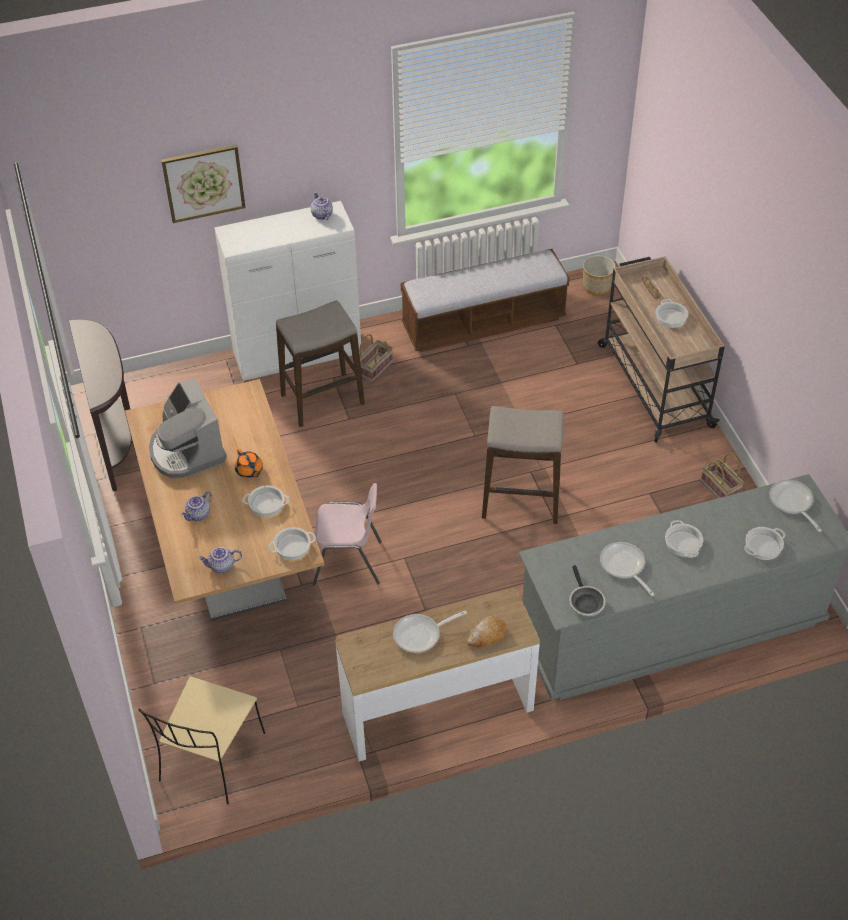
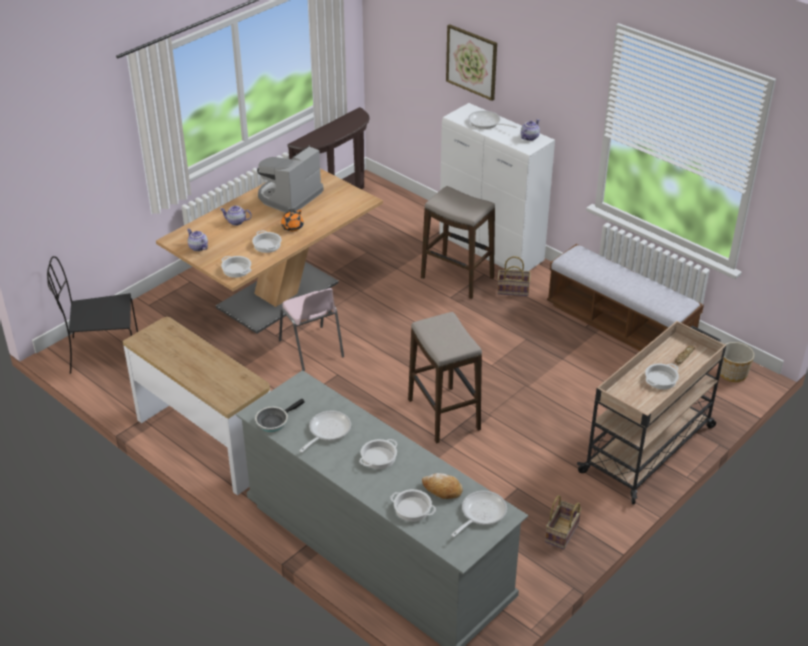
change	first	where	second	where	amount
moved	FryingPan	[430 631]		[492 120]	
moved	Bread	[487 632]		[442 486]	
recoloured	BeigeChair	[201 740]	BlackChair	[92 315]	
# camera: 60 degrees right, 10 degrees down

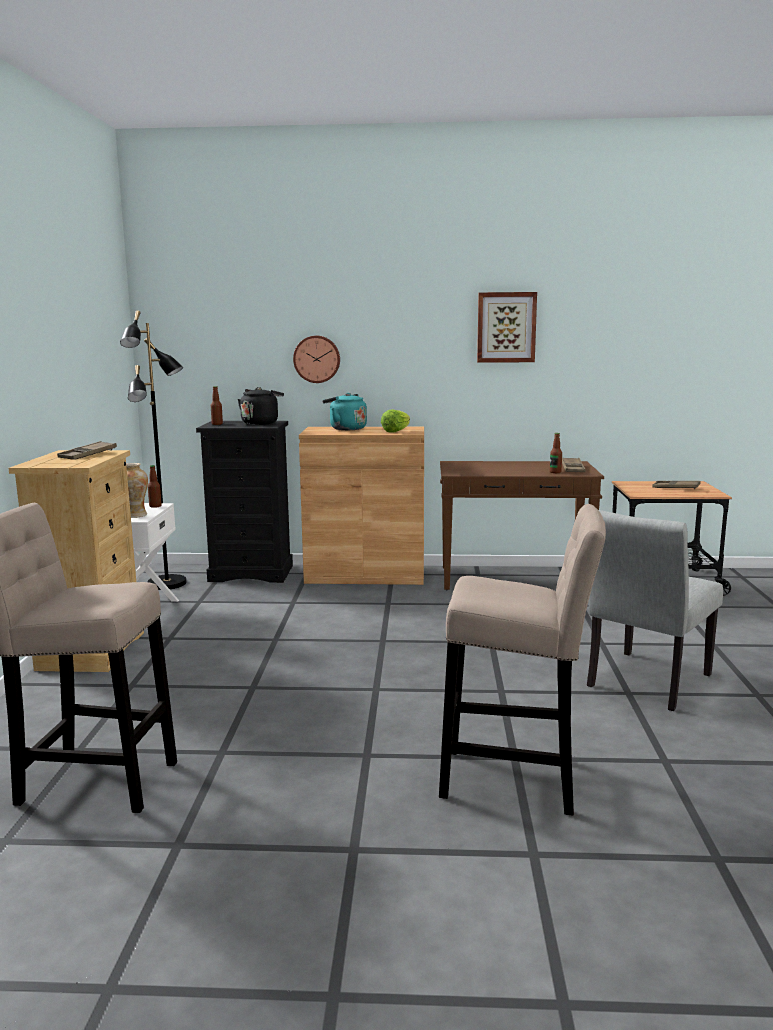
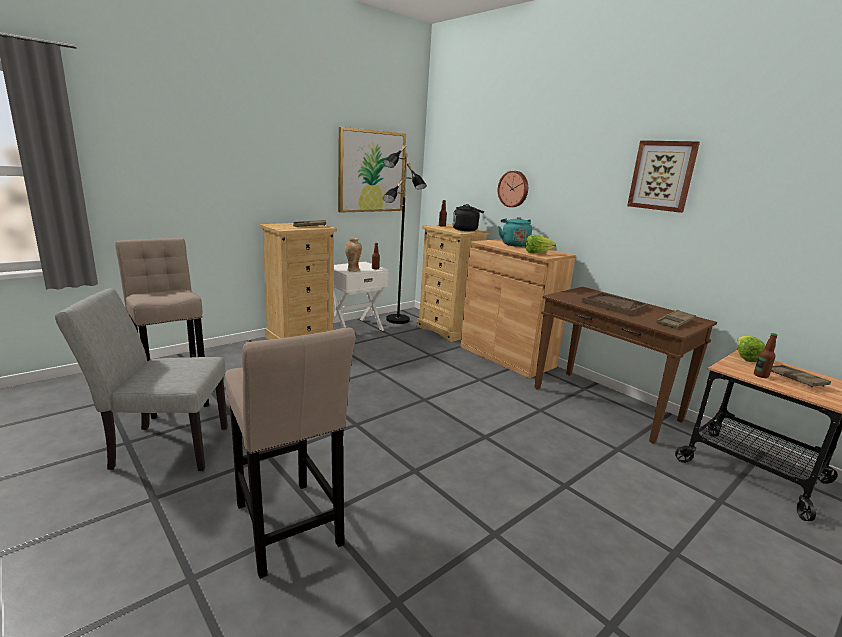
change	first	where	second	where	amount
added			Picture	[372 170]	
added			BrownTray	[615 304]	
added			Lettuce	[751 349]	
moved	Bottle	[556 453]		[766 355]	
moved	GreyChair	[655 610]		[141 379]	
recoloured	BlackDresser	[244 502]	BeigeDresser	[453 283]	
# camera: 45 degrees right, 5 degrees up

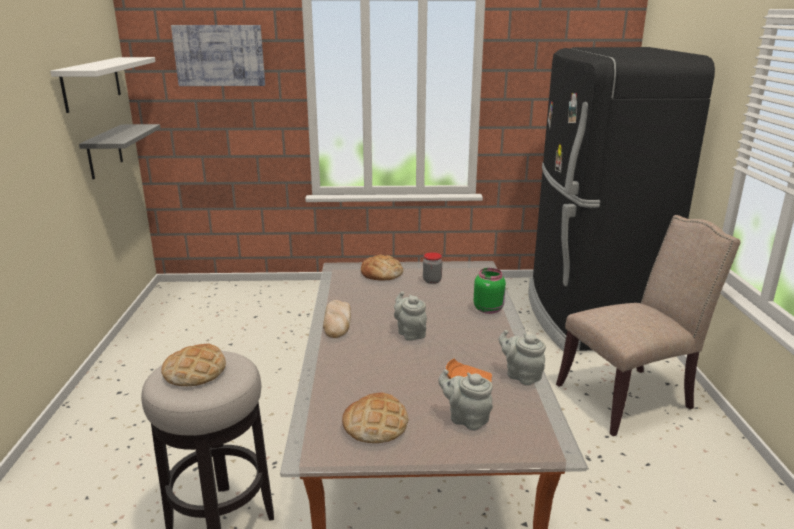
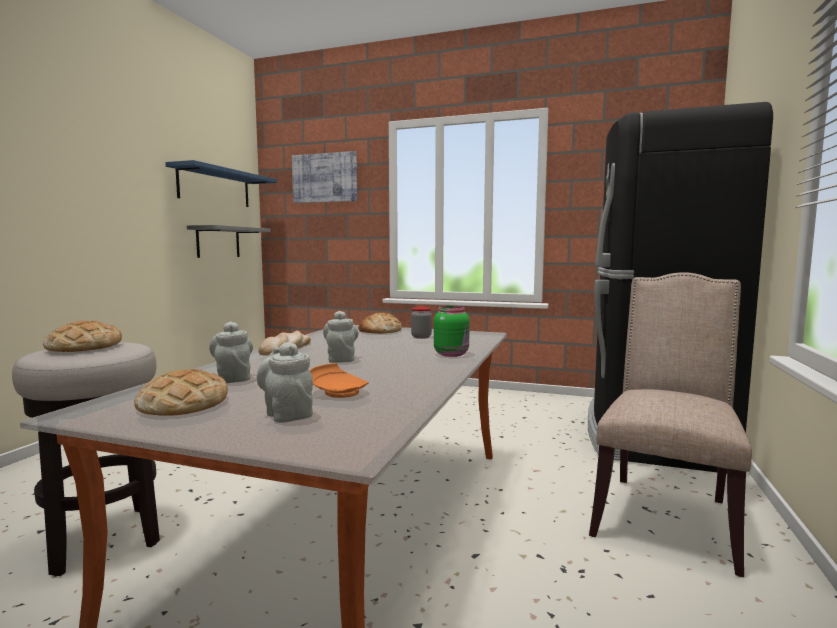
change	first	where	second	where	amount
moved	GreyTeapot	[522 357]		[231 352]	
recoloured	WhiteShelf	[103 85]	BlueShelf	[221 183]	
turned	BeigeChair	[648 325]		[670 424]	60 degrees counterclockwise
# camera: 20 degrees right, 15 degrees down

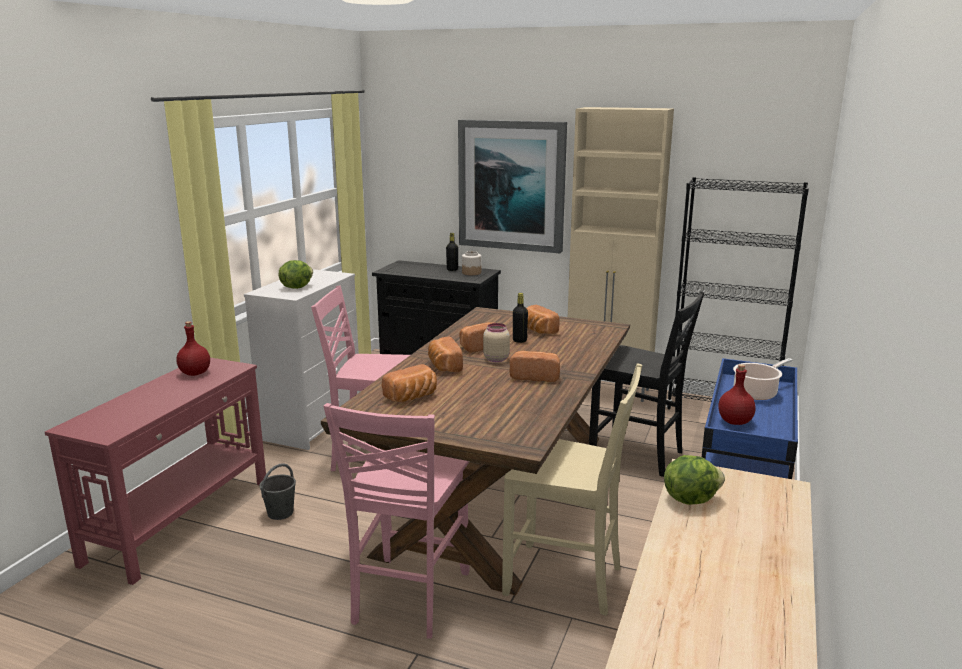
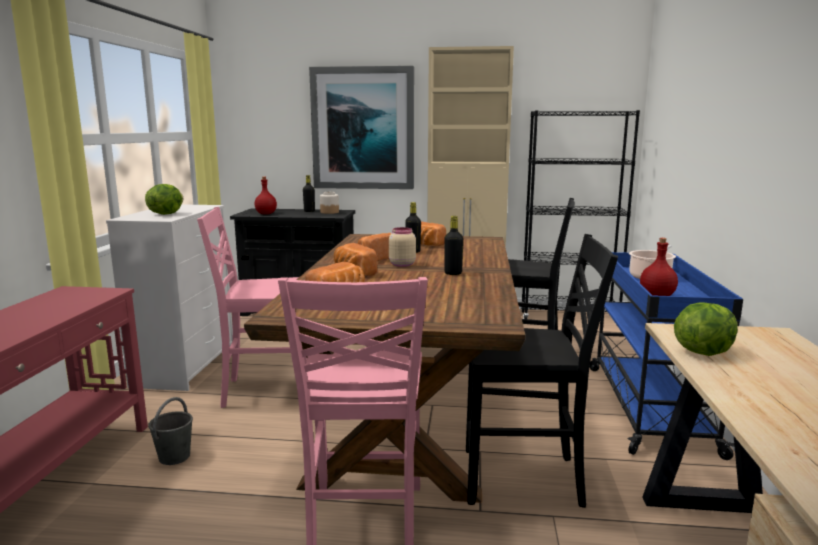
change	first	where	second	where	amount
moved	RedBottle	[193 348]		[265 195]	
replaced	Bread	[534 366]	BlackBottle	[453 245]	
recoloured	BeigeChair	[572 489]	BlackChair	[542 371]	
# camera: 15 degrees left, 5 degrees down

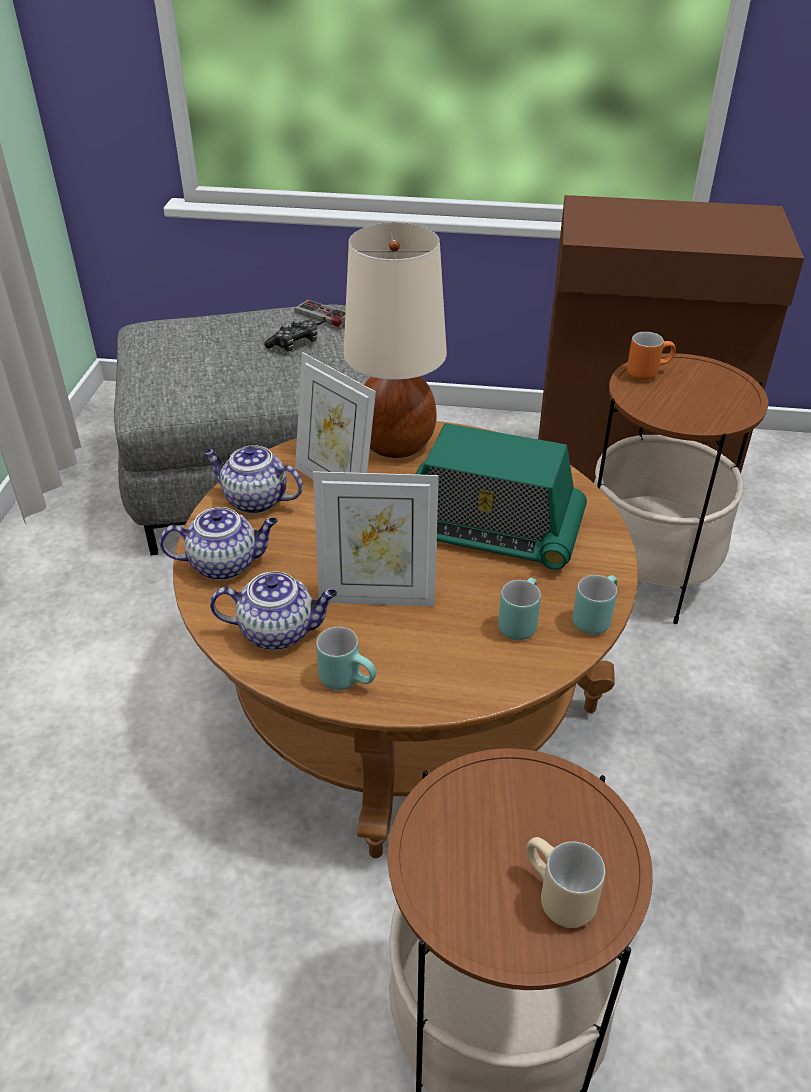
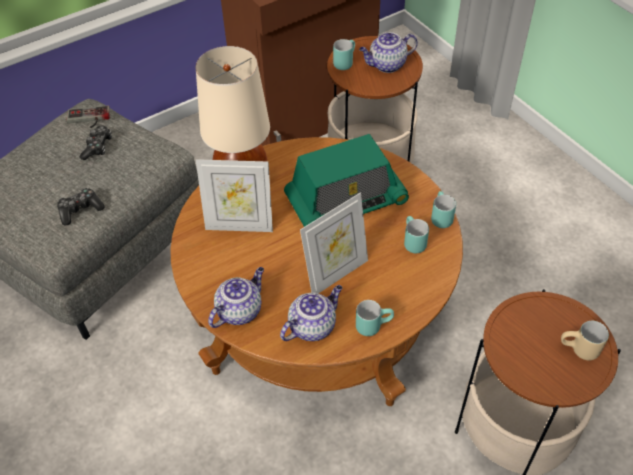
change	first	where	second	where	amount
added			GameController	[81 207]	
moved	Teapot	[253 479]		[388 52]	
recoloured	OrangeMug	[651 356]	TurquoiseMug	[344 54]	
# camera: 40 degrees left, 10 degrees up

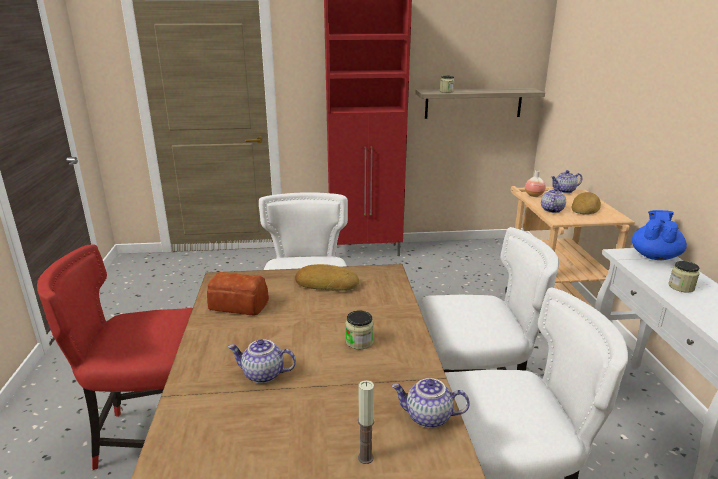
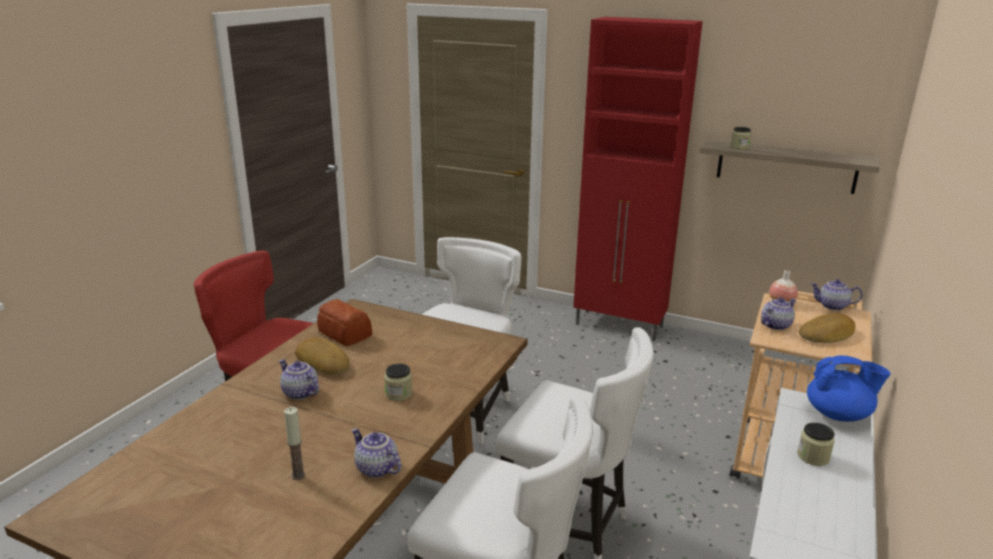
change	first	where	second	where	amount
moved	Bread	[327 277]		[322 356]	
turned	BlueTeapot	[659 235]		[849 389]	45 degrees clockwise
# camera: 30 degrees right, 0 degrees up

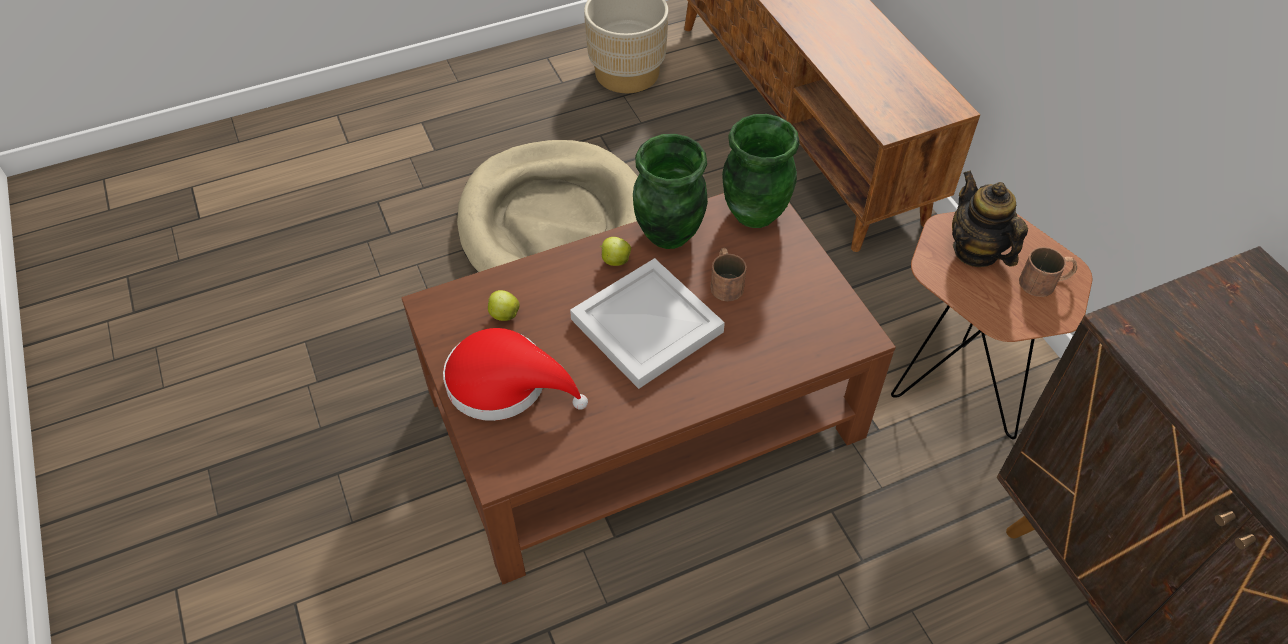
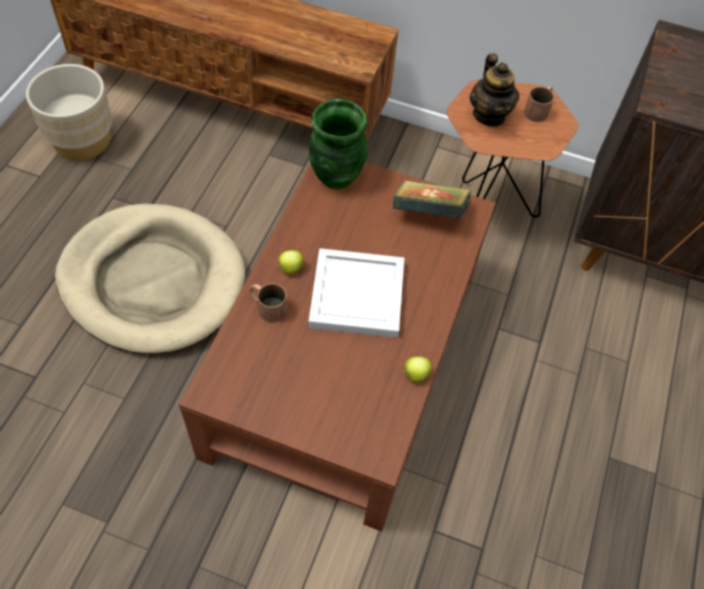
change	first	where	second	where	amount
removed	RedHat	[515 374]			
removed	GreenVase	[670 191]			
added			Book	[432 199]	
moved	Apple	[504 305]		[417 369]	
moved	BrownMug	[728 274]		[268 303]	
turned	Teapot	[990 218]		[494 90]	120 degrees counterclockwise
# camera: 50 degrees left, 5 degrees up

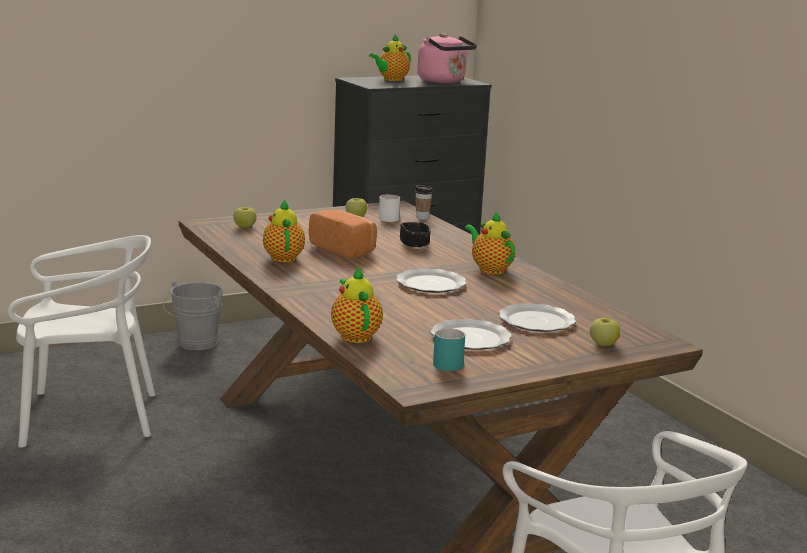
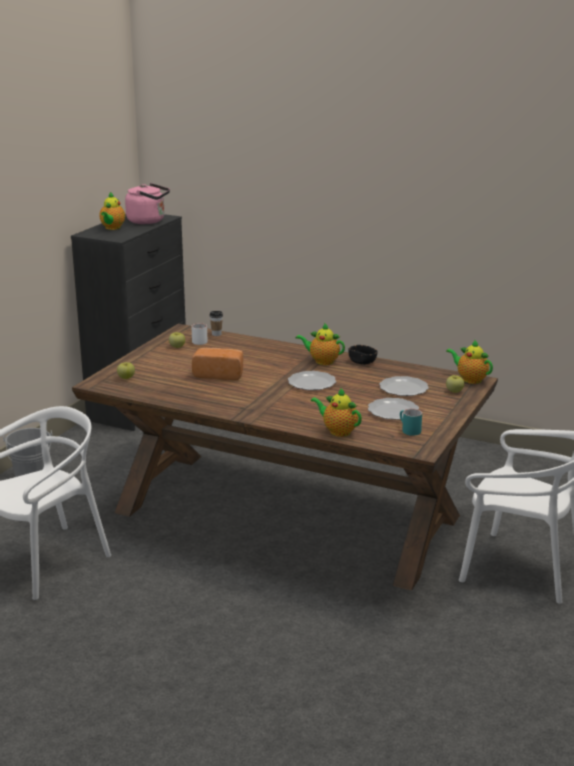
change	first	where	second	where	amount
moved	Teapot	[284 230]		[469 362]	
moved	BlackBowl	[415 234]		[363 355]	
# camera: 35 degrees left, 5 degrees up

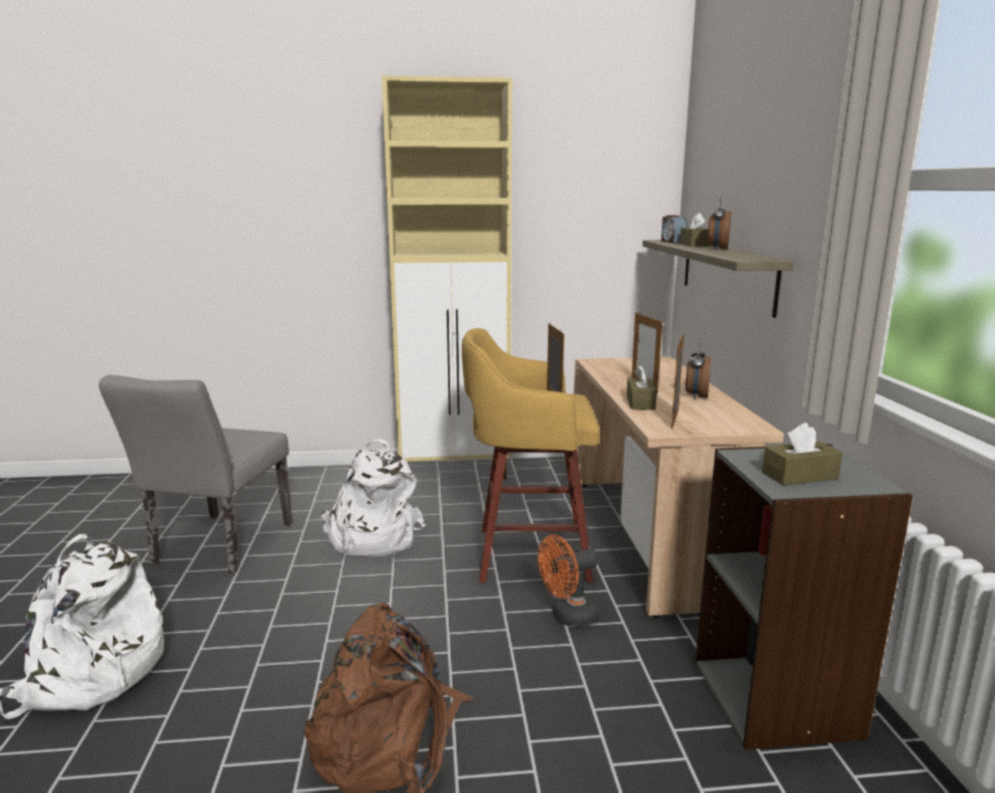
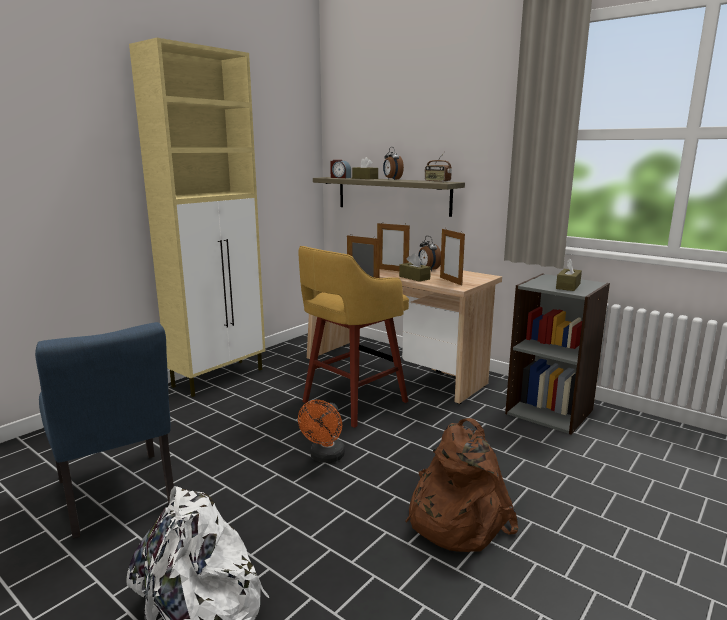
change	first	where	second	where	amount
removed	WhiteBackpack	[373 498]			
added			Radio	[438 167]	
moved	OrangeFan	[569 581]		[321 431]	
recoloured	GreyChair	[195 474]	BlueChair	[105 430]	
# camera: 45 degrees left, 0 degrees up

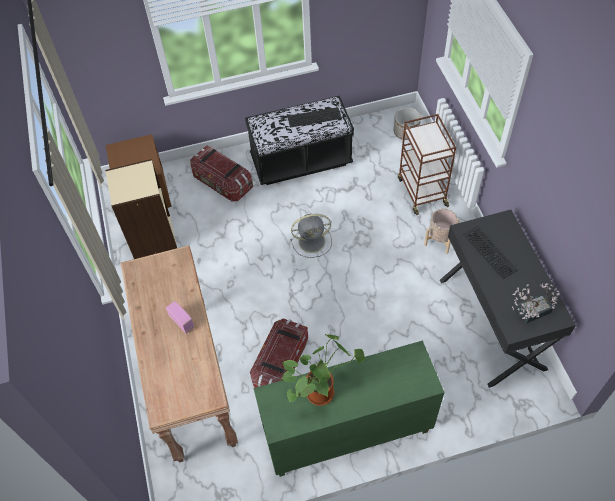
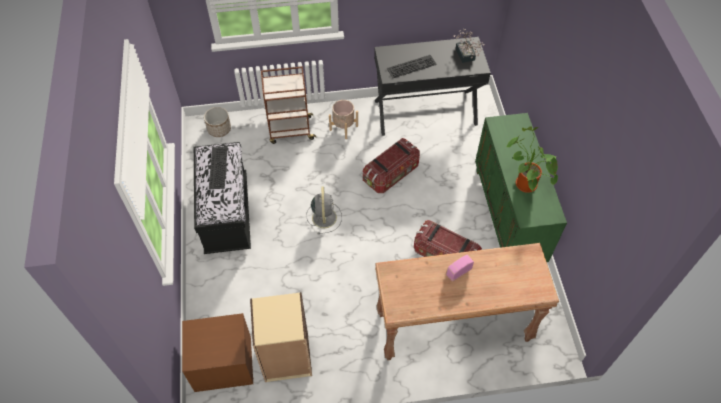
change	first	where	second	where	amount
moved	StorageBox	[221 173]		[391 165]	
# camera: 85 degrees left, 0 degrees up

